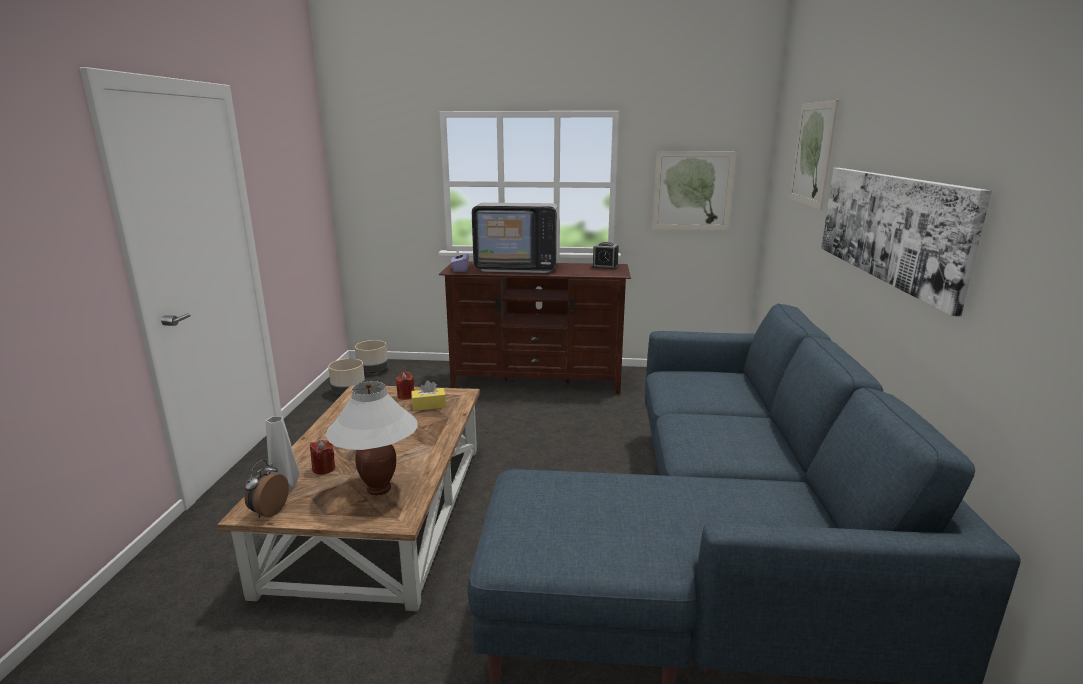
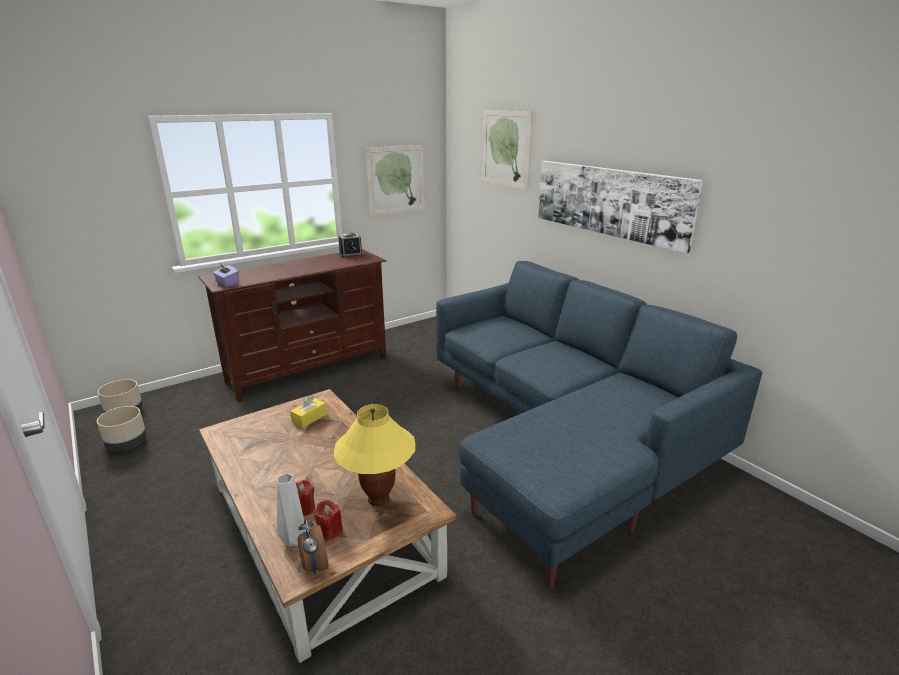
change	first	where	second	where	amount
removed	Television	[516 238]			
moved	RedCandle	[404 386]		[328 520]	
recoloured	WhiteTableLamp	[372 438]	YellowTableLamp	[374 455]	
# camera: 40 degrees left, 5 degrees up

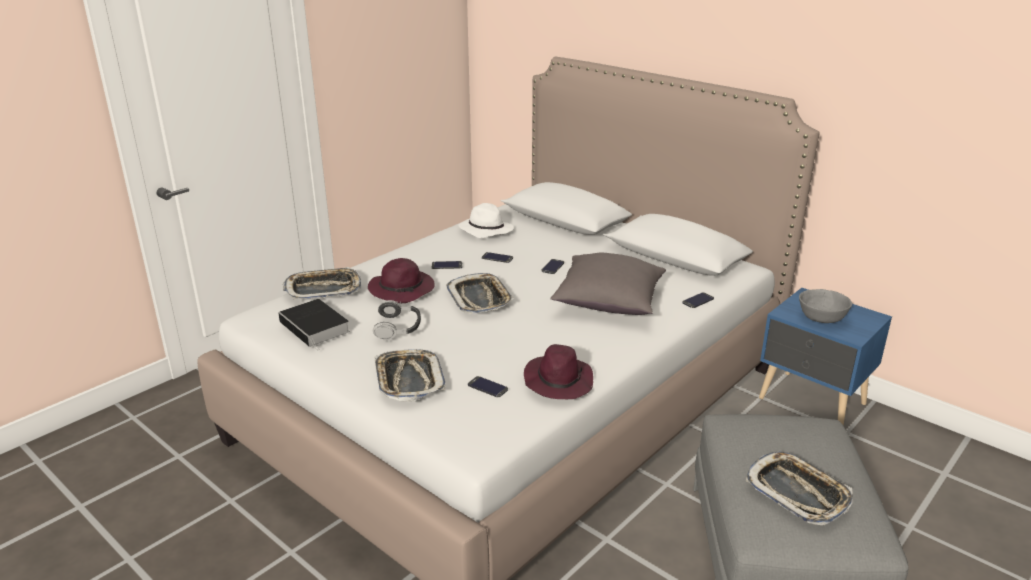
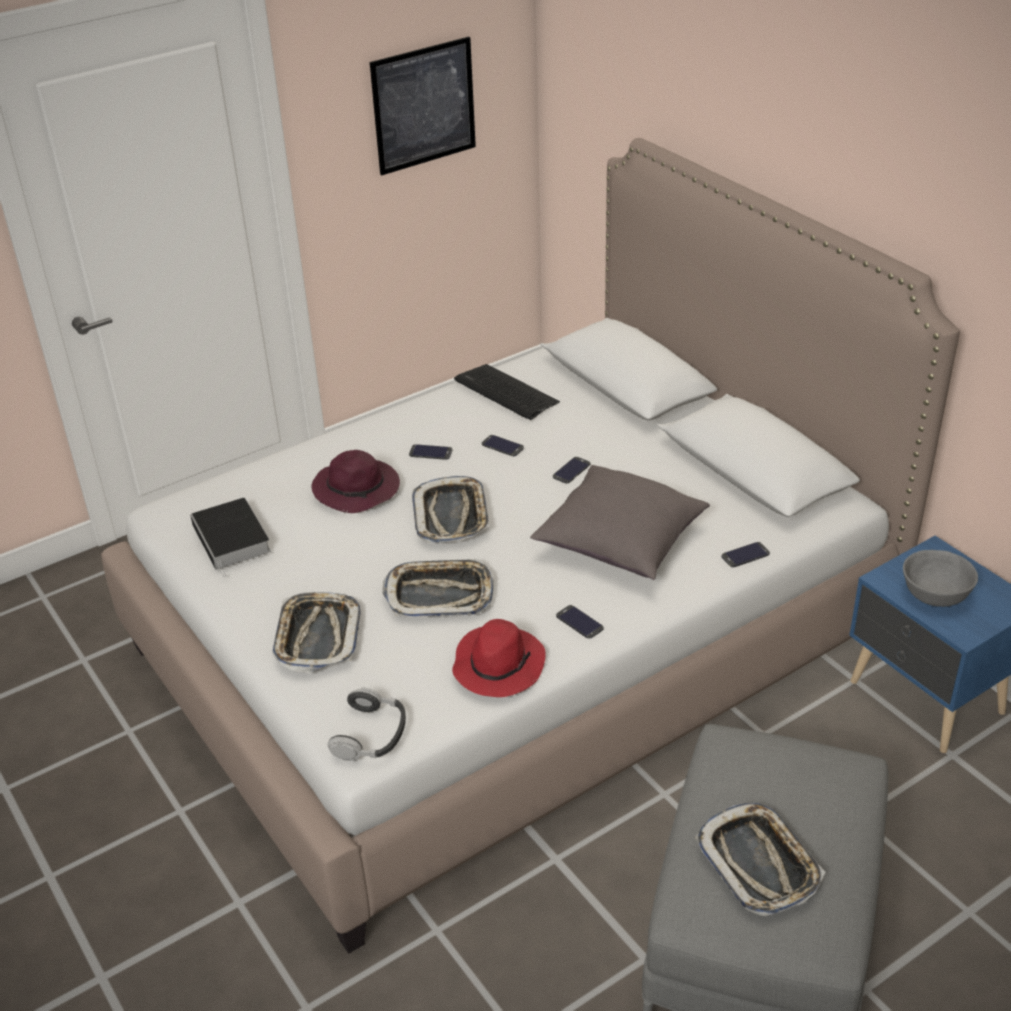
change	first	where	second	where	amount
added			Picture	[423 106]	
moved	Tray	[322 283]		[438 587]	
moved	Headphones	[397 320]		[366 724]	
moved	Phone	[488 386]		[579 622]	
replaced	WhiteHat	[486 220]	Keyboard	[507 392]	
recoloured	PurpleHat	[558 371]	RedHat	[499 658]	
# camera: 15 degrees right, 10 degrees up

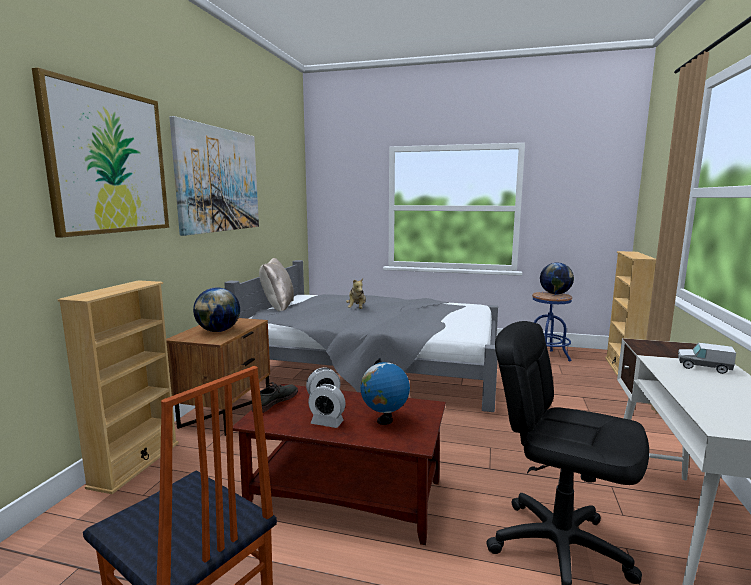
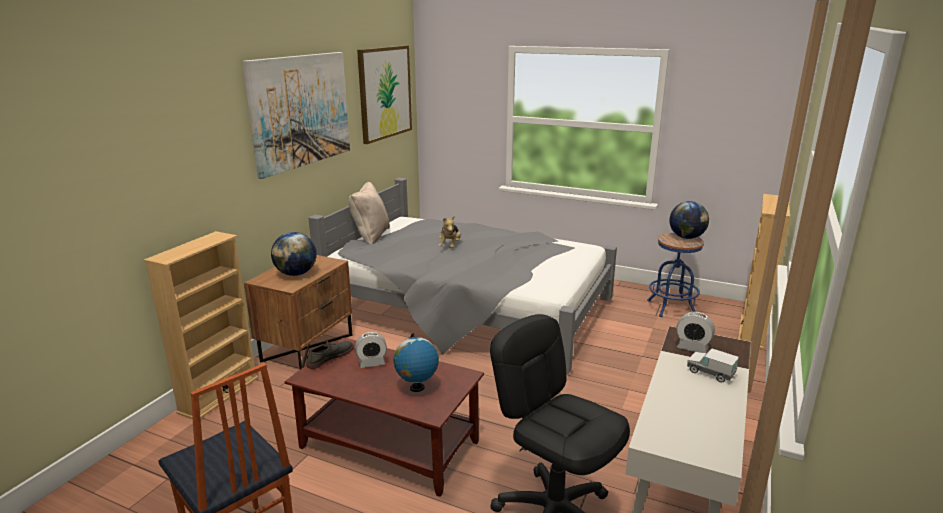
change	first	where	second	where	amount
moved	Picture	[100 153]		[384 94]	
moved	AlarmClock	[327 406]		[695 332]	
# camera: 10 degrees right, 10 degrees up

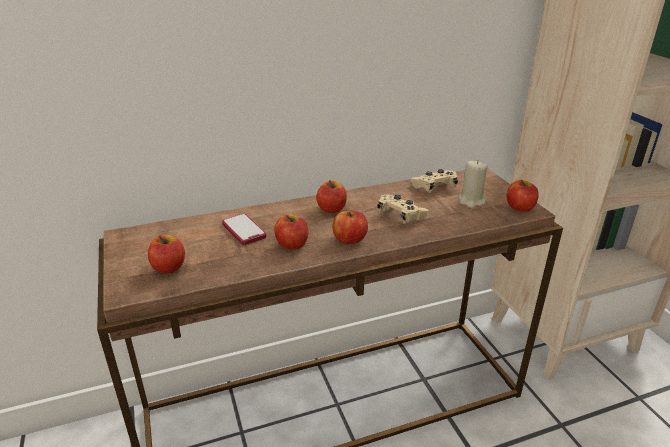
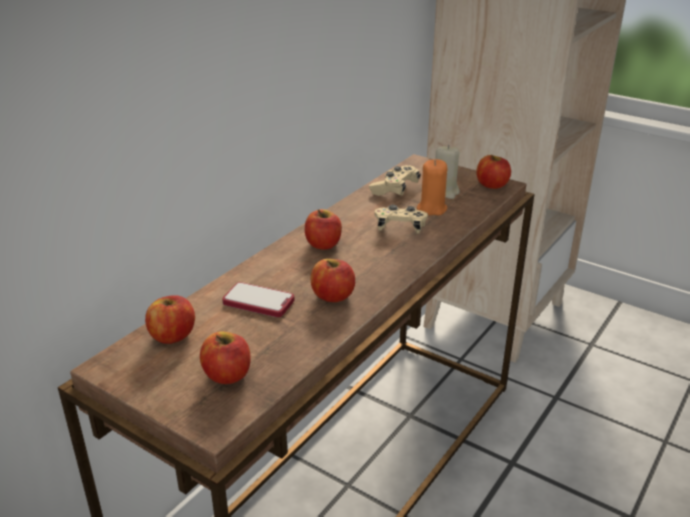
change	first	where	second	where	amount
added			OrangeCandle	[432 187]	
moved	Apple	[350 227]		[170 319]	
# camera: 35 degrees left, 0 degrees up

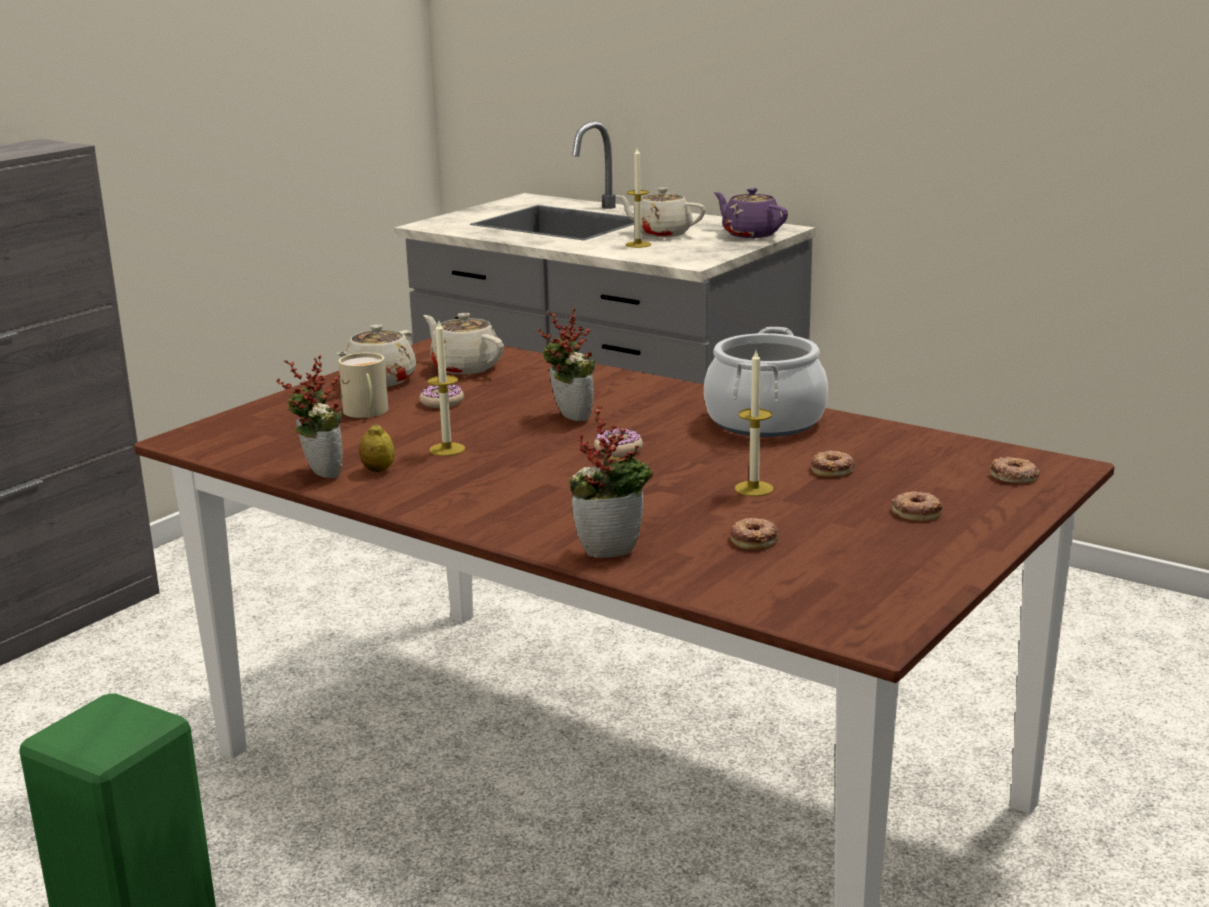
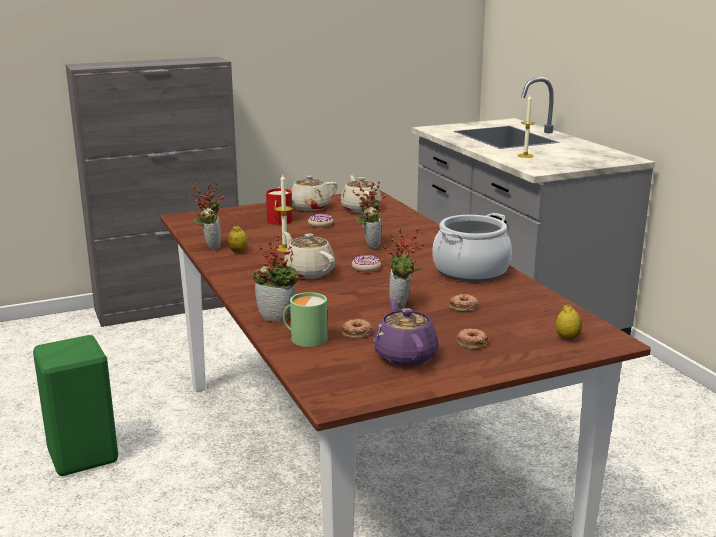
change	first	where	second	where	amount
added			GreenMug	[305 319]	
moved	BeigeTeapot	[660 212]		[309 255]	
moved	PurpleTeapot	[751 213]		[406 332]	
replaced	Candle	[754 423]	PottedPlant	[403 268]	
replaced	Donut	[1015 469]	Lemon	[569 322]	
recoloured	BeigeMug	[363 385]	RedMug	[279 206]	
# camera: 30 degrees right, 0 degrees up

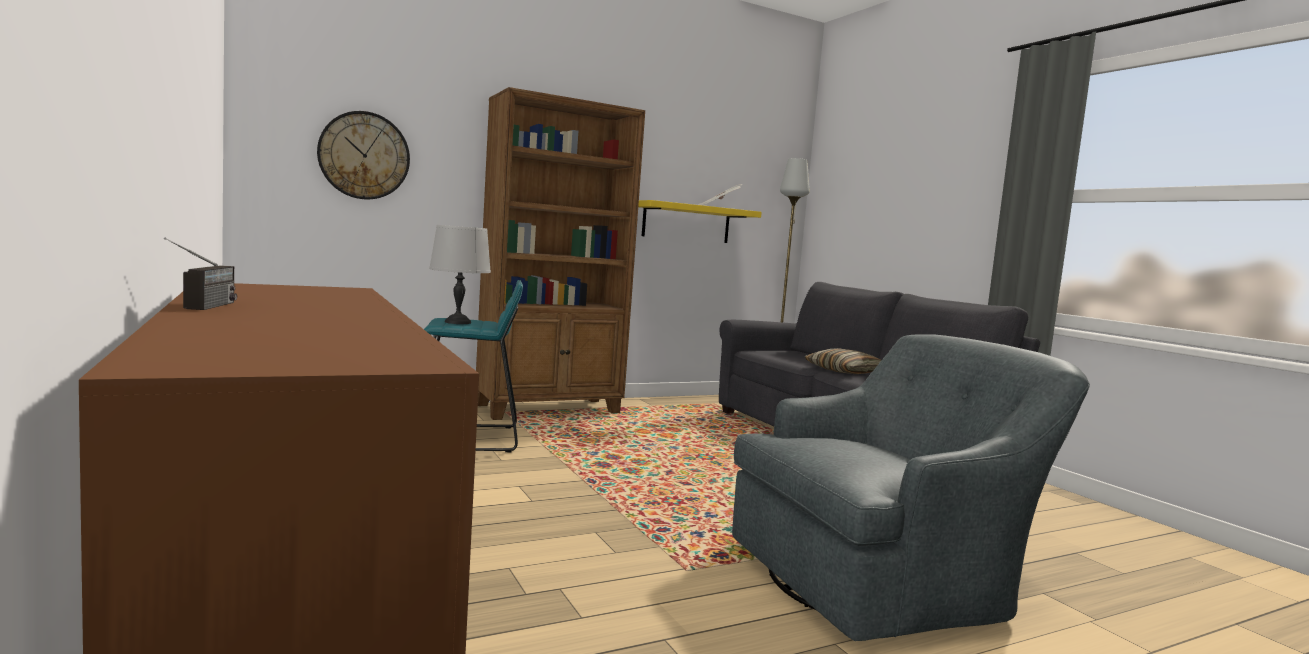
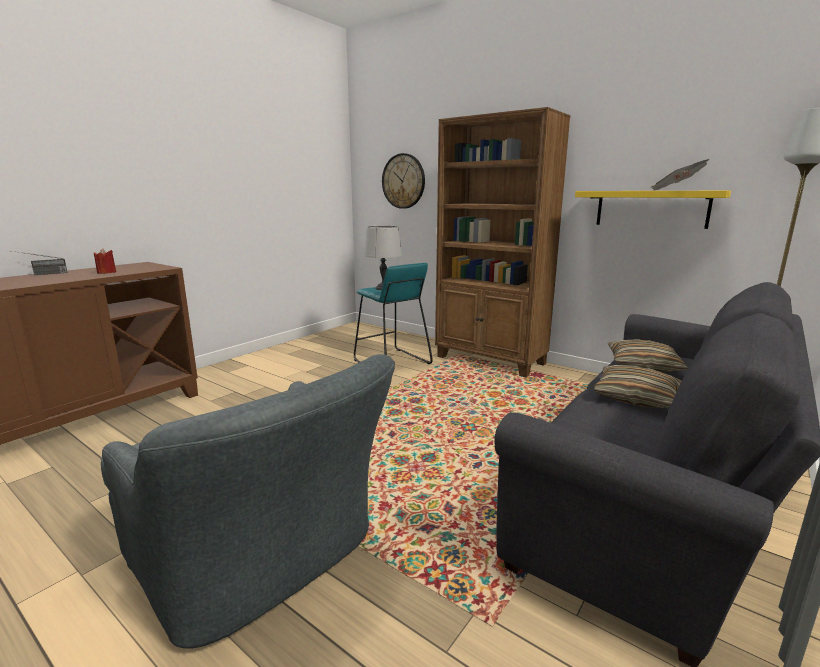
change	first	where	second	where	amount
added			RedCandle	[105 261]	
added			Pillow	[648 355]	
# camera: 65 degrees right, 10 degrees up

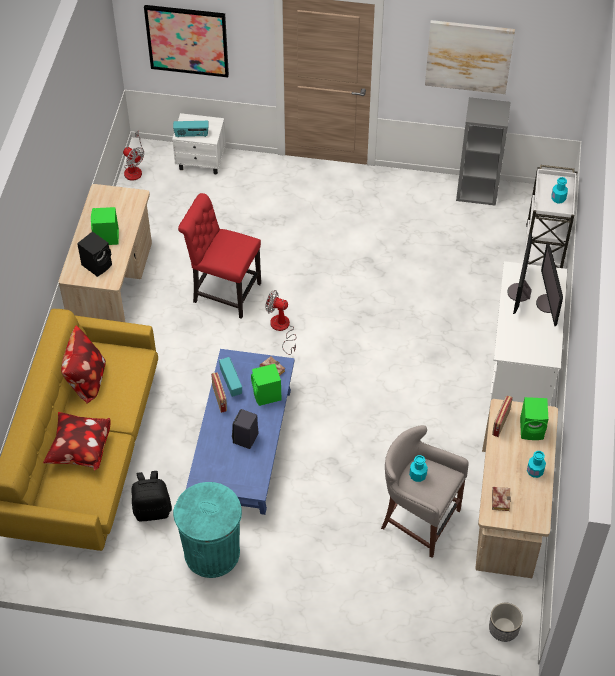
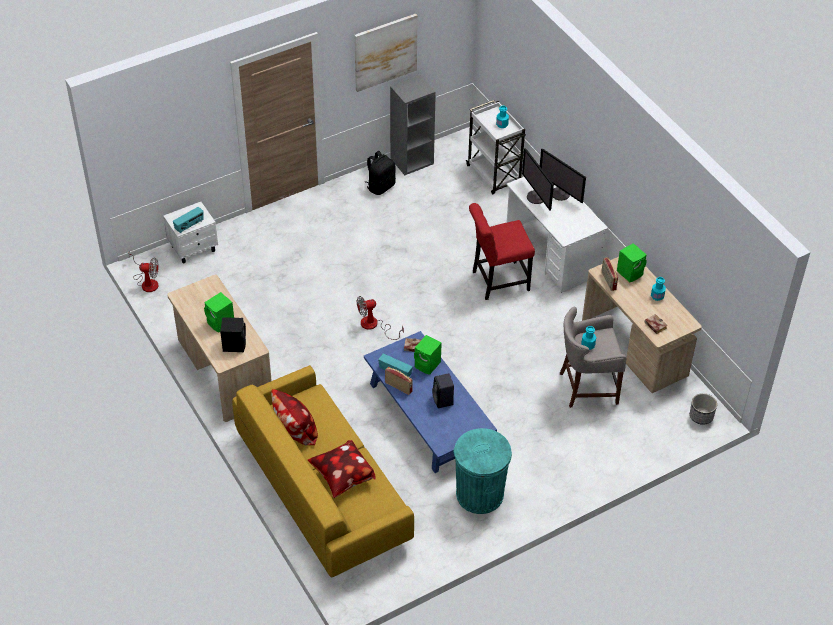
change	first	where	second	where	amount
removed	Picture	[186 41]			
moved	BlackBackpack	[151 496]		[380 173]	
moved	RedChair	[219 256]		[502 251]	
# camera: 40 degrees left, 5 degrees down

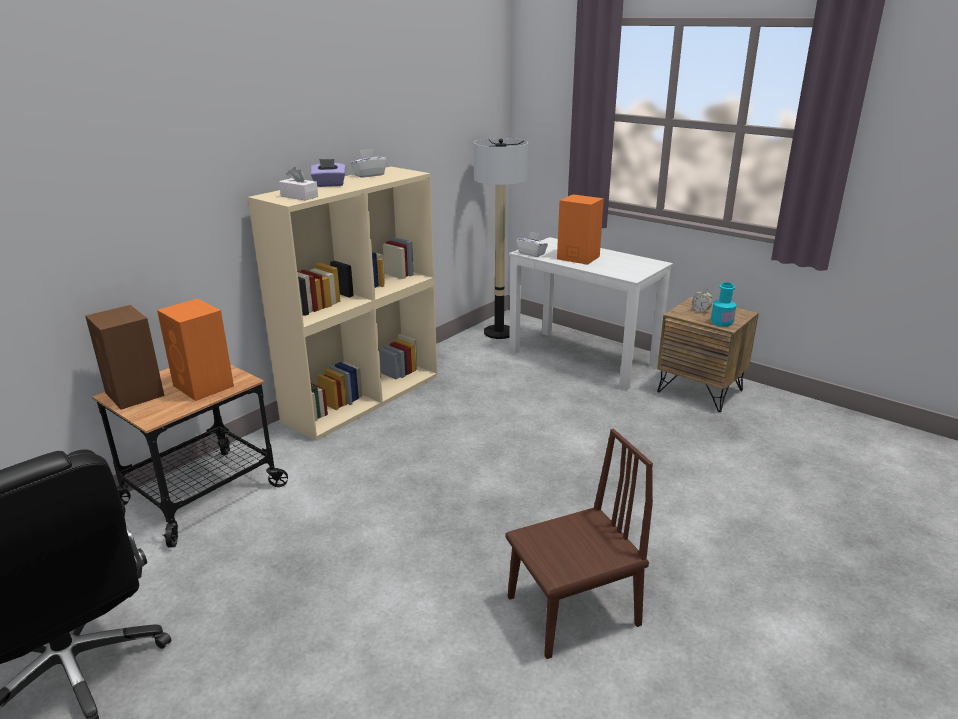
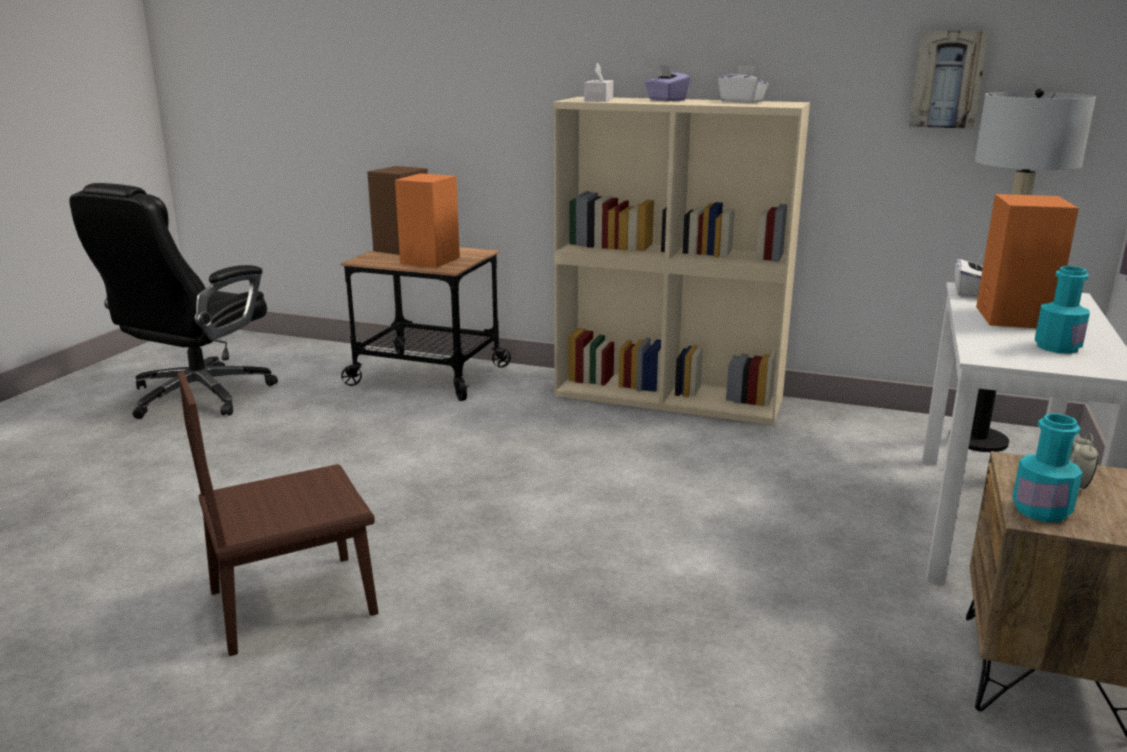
change	first	where	second	where	amount
added			Picture	[949 80]	
added			TurquoiseBottle	[1062 310]	
turned	BrownChair	[579 544]		[278 513]	105 degrees clockwise
# camera: 70 degrees right, 5 degrees down

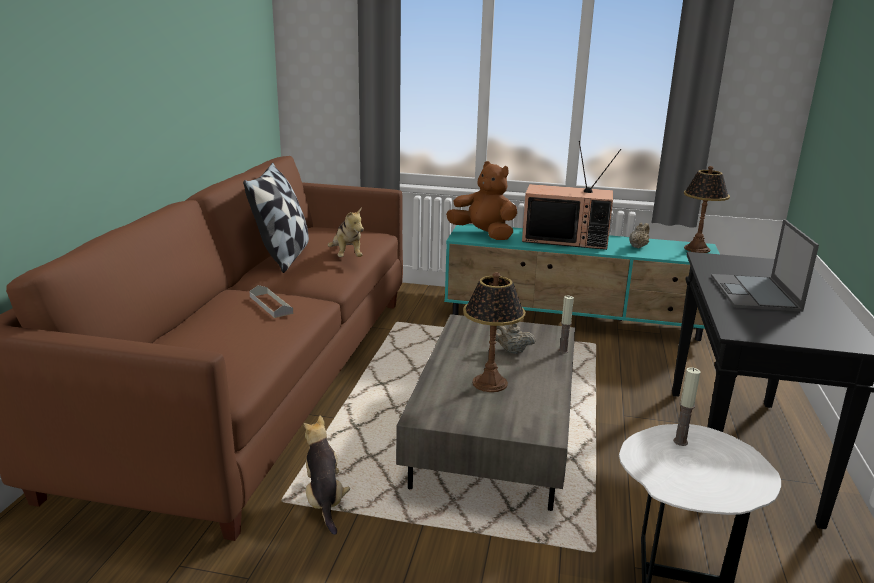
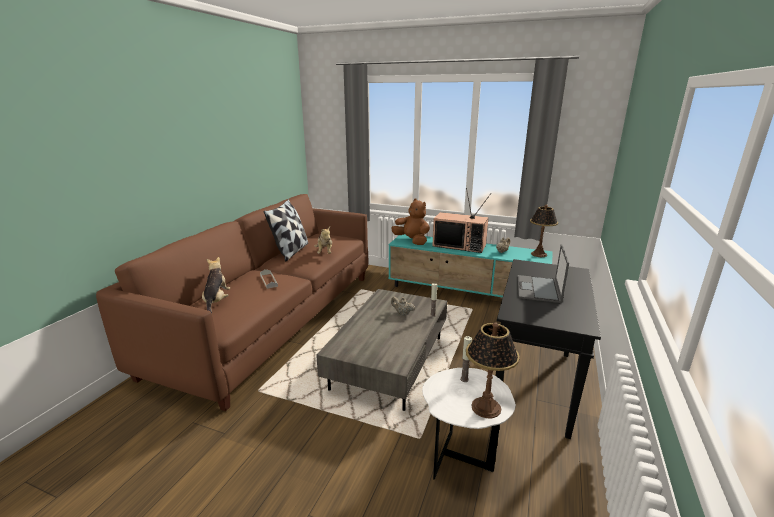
change	first	where	second	where	amount
moved	PlushToy	[327 475]		[216 285]	
moved	TableLamp	[494 332]		[493 370]	
# camera: 10 degrees right, 0 degrees up

